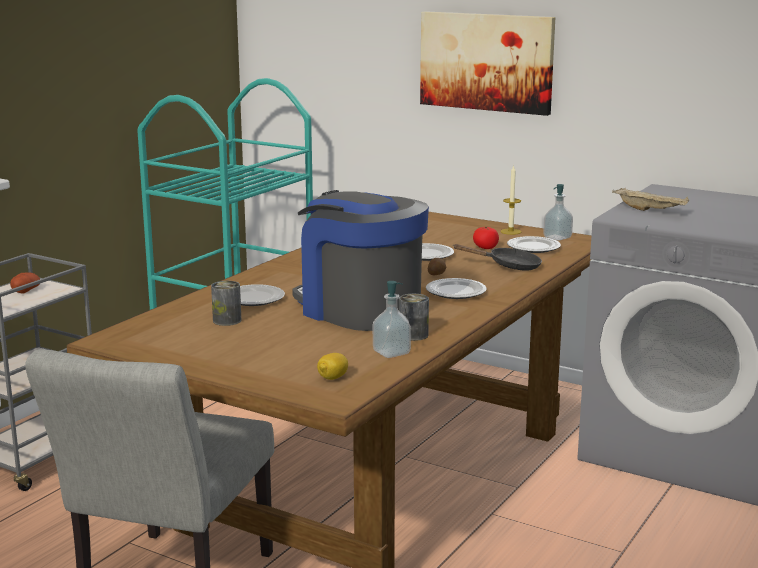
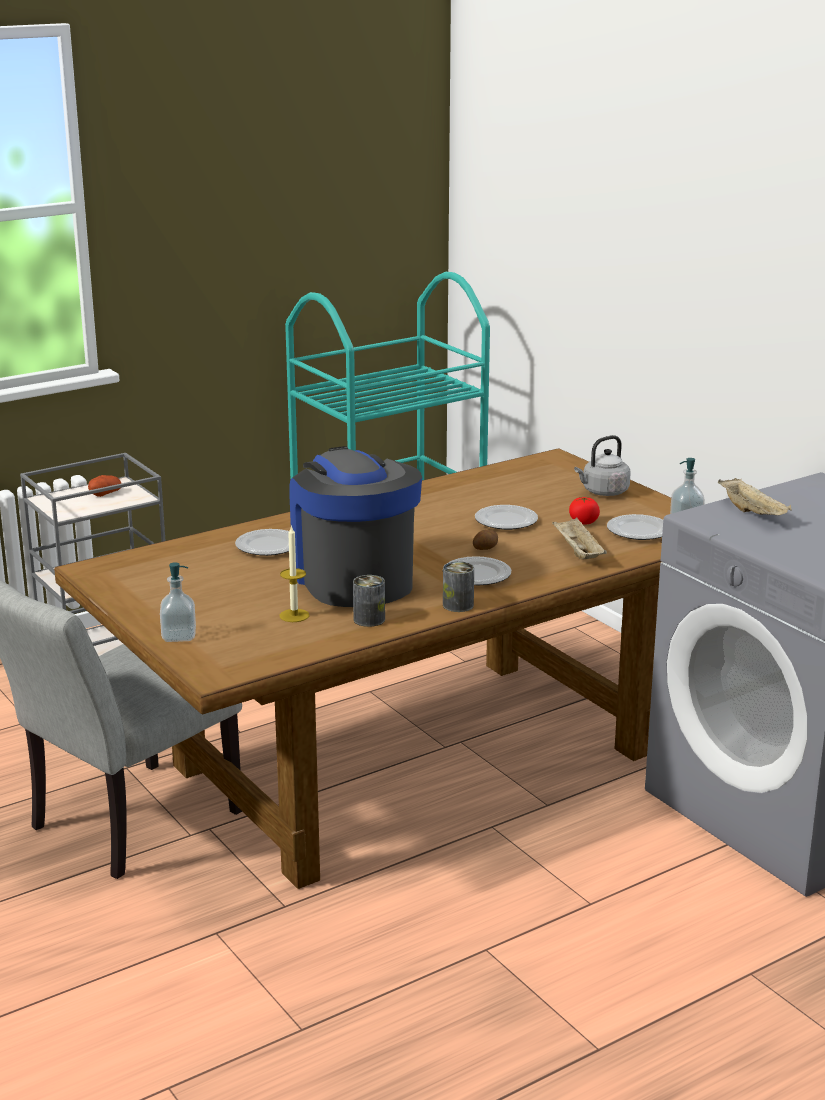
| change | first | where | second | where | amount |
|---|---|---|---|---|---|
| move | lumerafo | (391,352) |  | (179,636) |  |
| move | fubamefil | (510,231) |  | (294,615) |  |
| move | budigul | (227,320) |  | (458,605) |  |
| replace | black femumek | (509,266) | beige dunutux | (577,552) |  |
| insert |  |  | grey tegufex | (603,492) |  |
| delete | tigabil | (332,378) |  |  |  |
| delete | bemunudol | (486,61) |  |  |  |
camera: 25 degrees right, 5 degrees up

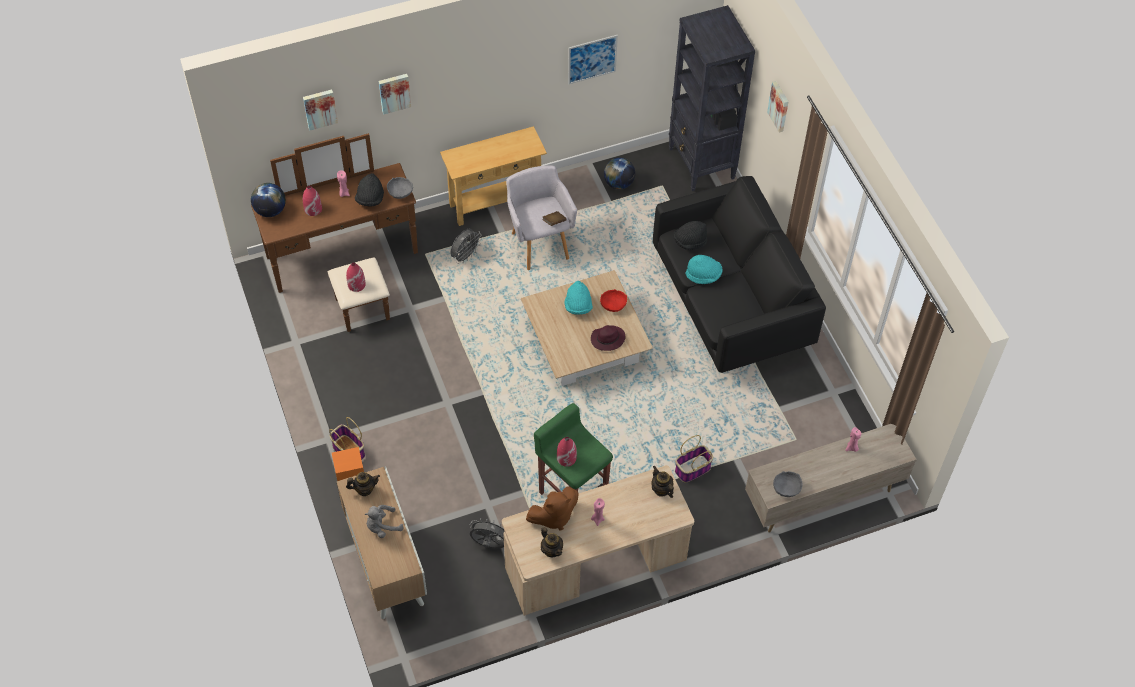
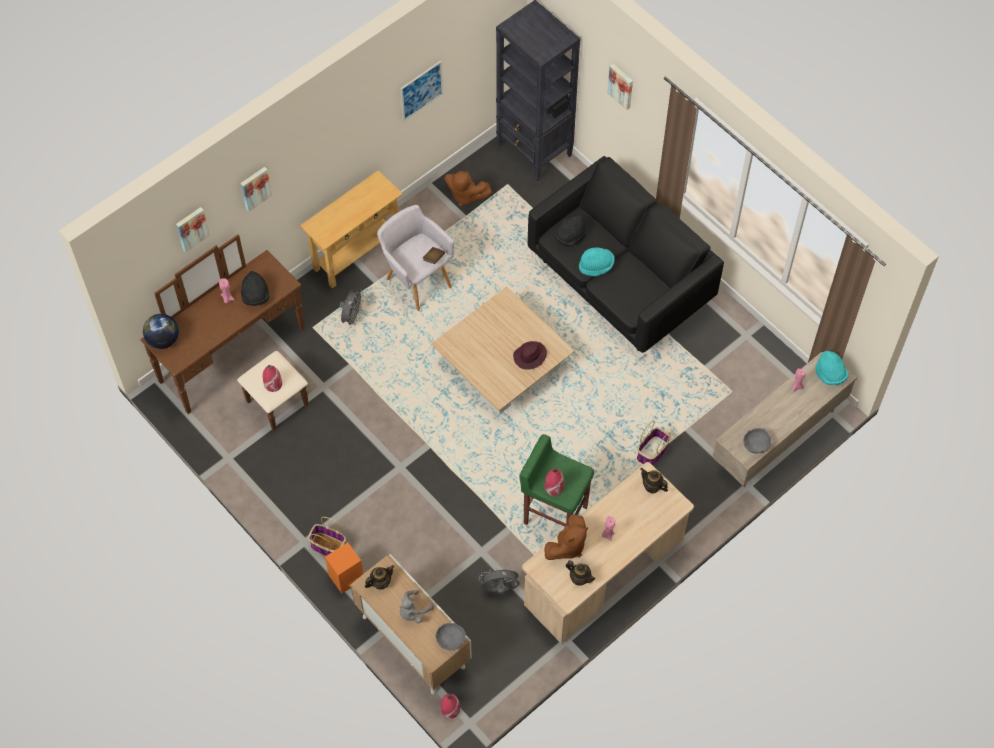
| change | first | where | second | where | amount |
|---|---|---|---|---|---|
| move | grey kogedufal | (400,192) |  | (450,639) |  |
| move | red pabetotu | (313,209) |  | (450,709) |  |
| replace | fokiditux | (618,183) | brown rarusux | (465,195) |  |
| move | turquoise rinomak | (578,306) |  | (830,374) |  |
| delete | red kogedufal | (613,305) |  |  |  |
camera: 20 degrees left, 5 degrees up

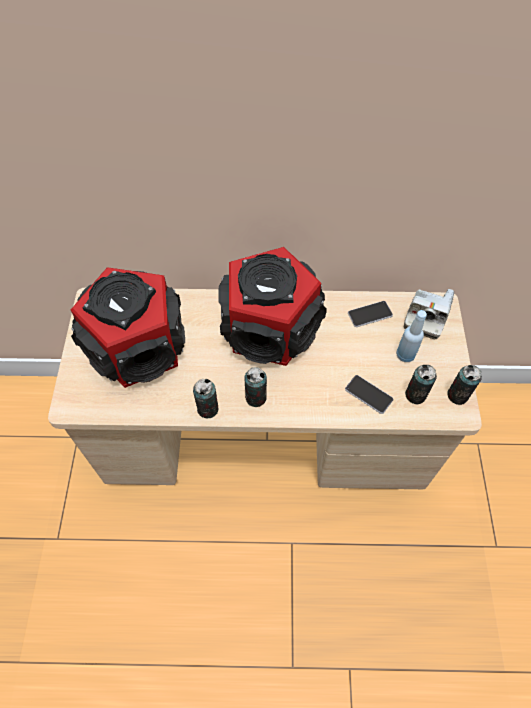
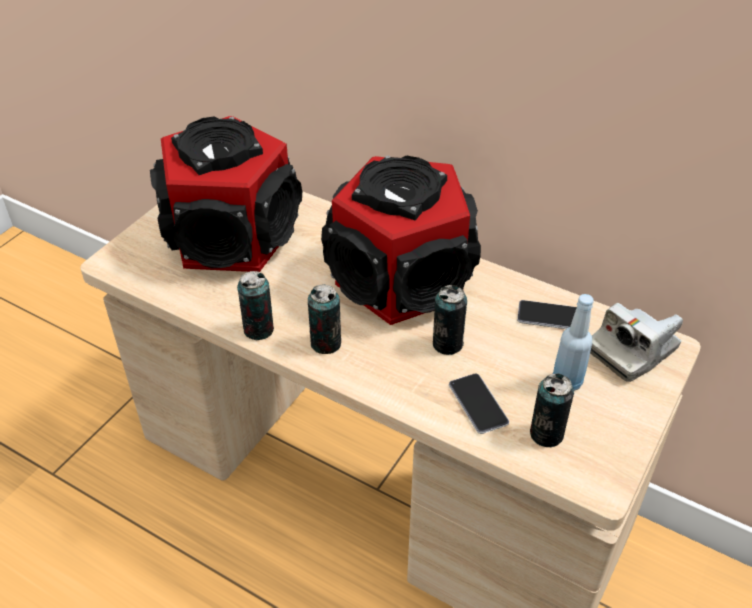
| change | first | where | second | where | amount |
|---|---|---|---|---|---|
| move | budigul | (457,395) |  | (447,344) |  |
camera: 30 degrees right, 15 degrees down

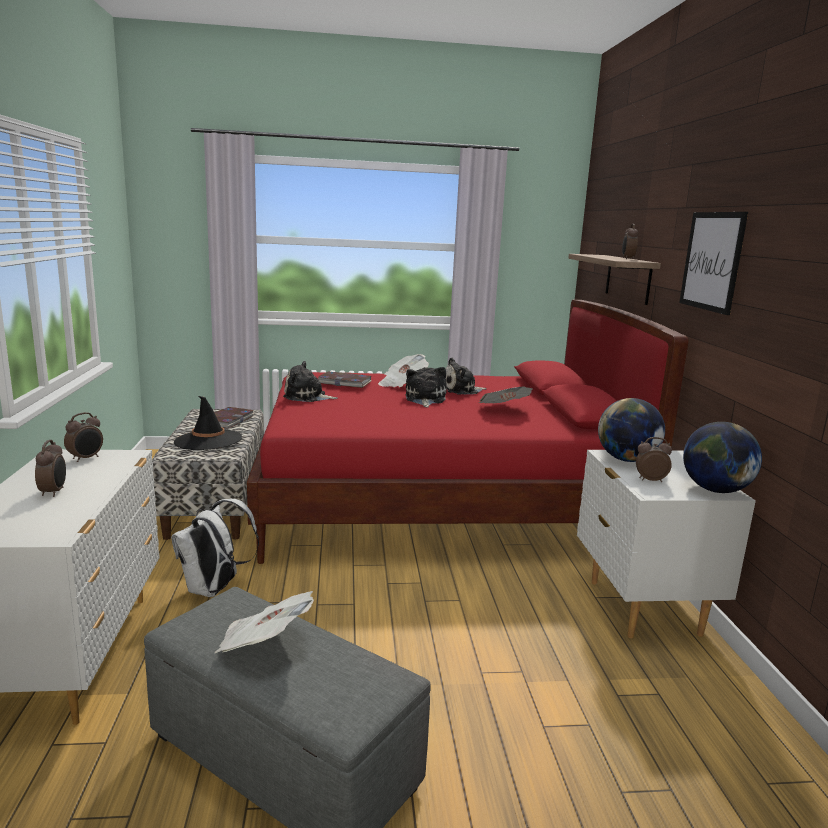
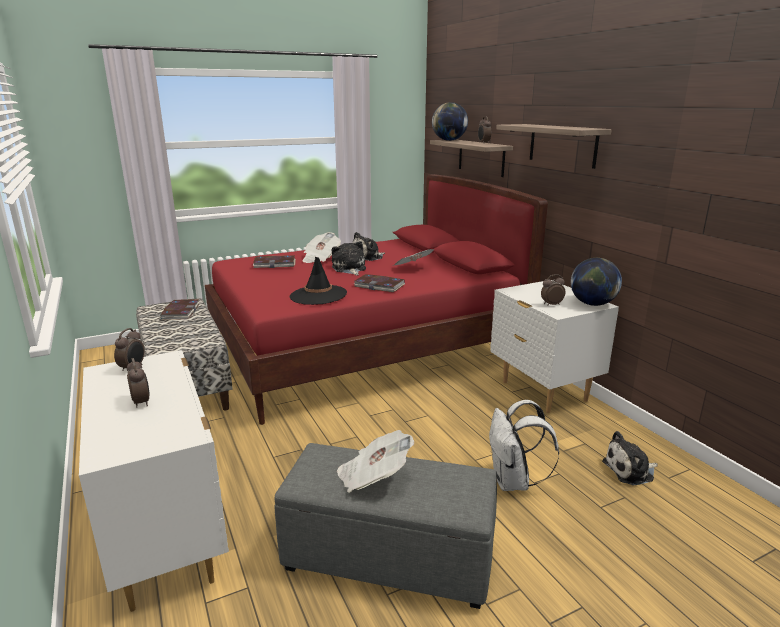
| change | first | where | second | where | amount |
|---|---|---|---|---|---|
| move | black rinomak | (208,440) |  | (318,295) |  |
| insert |  |  | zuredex | (379,285) |  |
| move | fokiditux | (627,459) |  | (449,140) |  |
| move | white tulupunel | (214,589) |  | (513,482) |  |
| replace | bemunudol | (712,261) | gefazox | (562,145) |  |
| move | rarusux | (307,397) |  | (630,471) |  |
camera: 20 degrees left, 5 degrees up

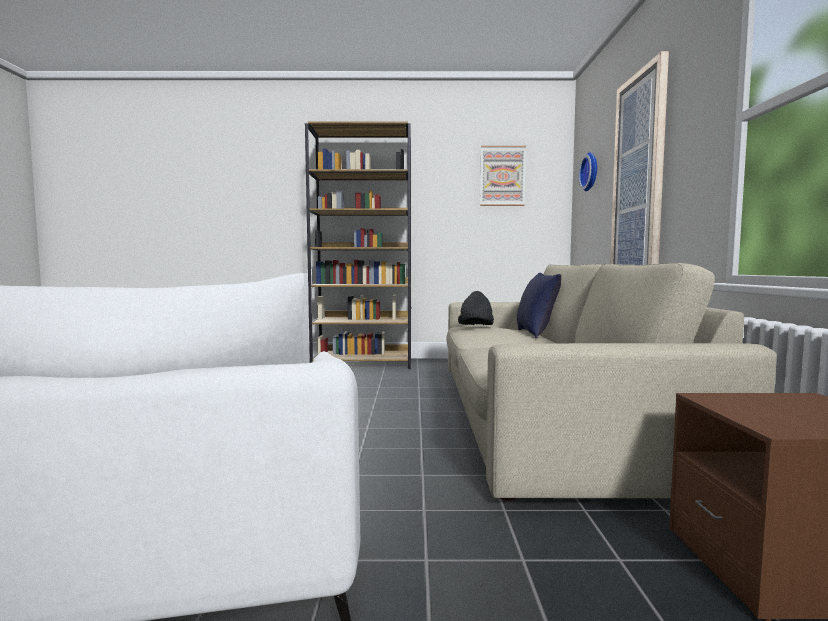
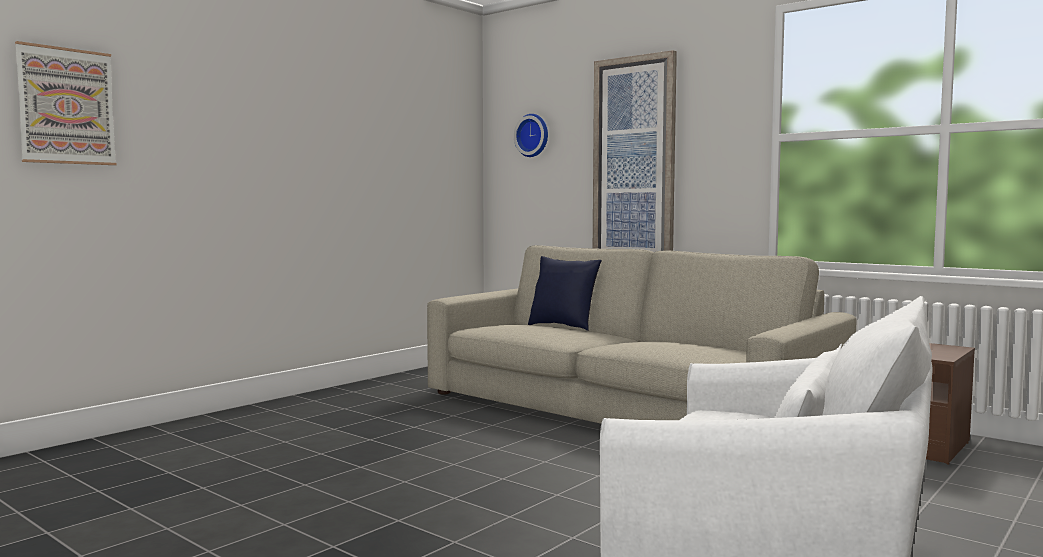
| change | first | where | second | where | amount |
|---|---|---|---|---|---|
| move | bemunudol | (502,176) |  | (66,106) |  |
| delete | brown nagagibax | (363,363) |  |  |  |
| delete | black rinomak | (476,327) |  |  |  |
camera: 50 degrees left, 0 degrees up

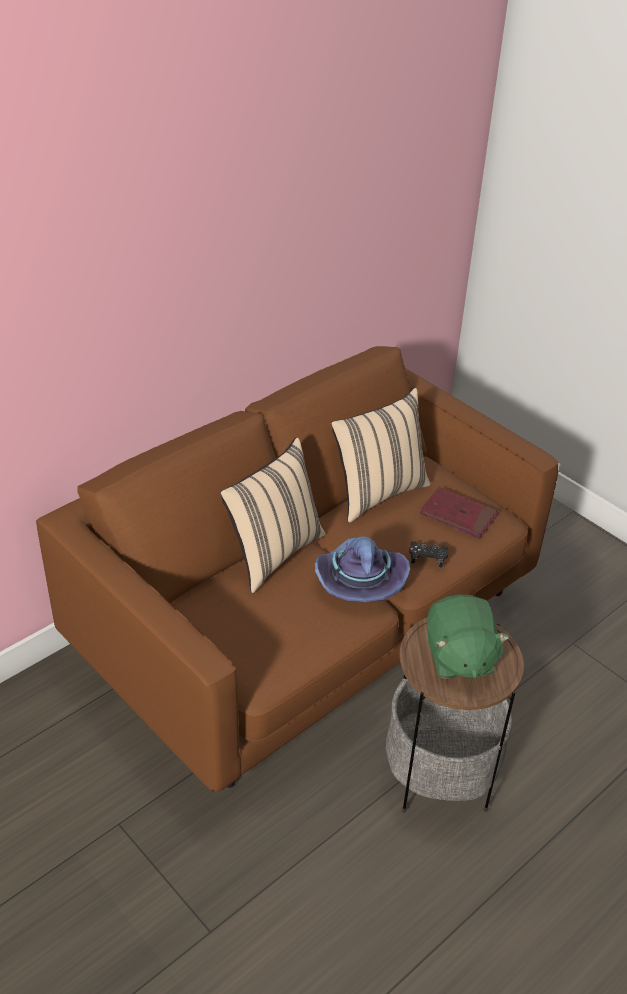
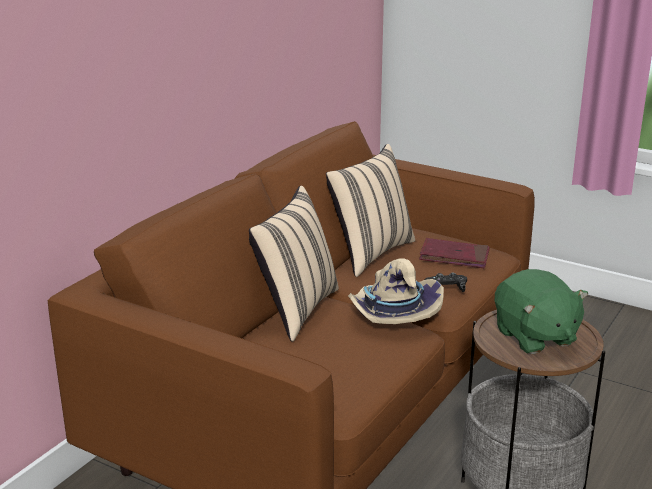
| change | first | where | second | where | amount |
|---|---|---|---|---|---|
| recolor | purple rinomak | (359,580) | beige rinomak | (391,315) |  |
camera: 15 degrees left, 15 degrees down

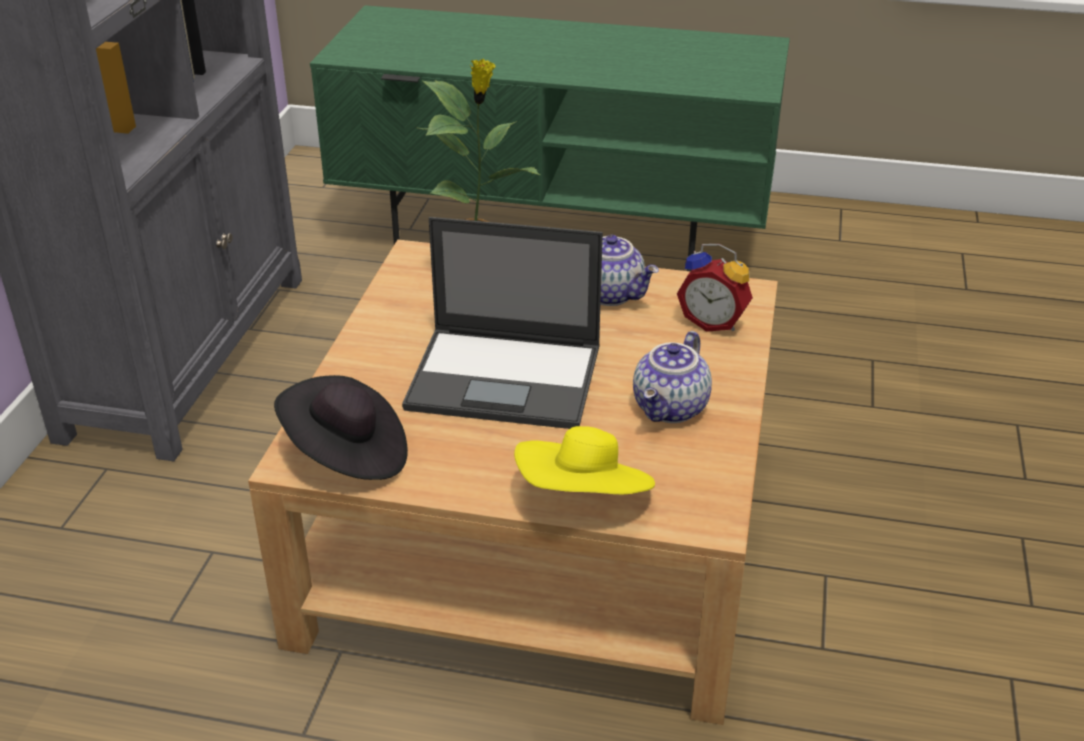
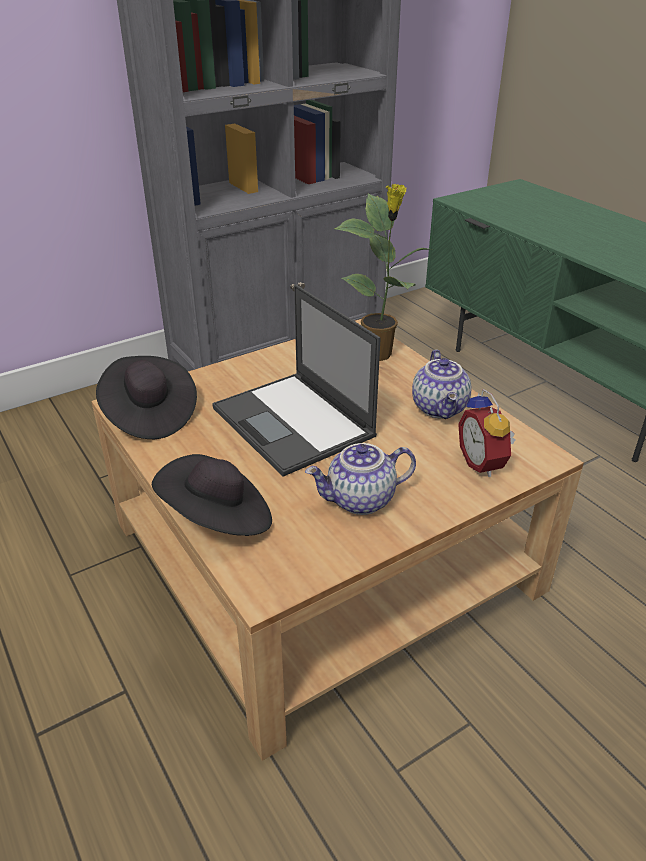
| change | first | where | second | where | amount |
|---|---|---|---|---|---|
| recolor | yellow rinomak | (584,498) | black rinomak | (218,519) |  |
camera: 45 degrees right, 0 degrees up

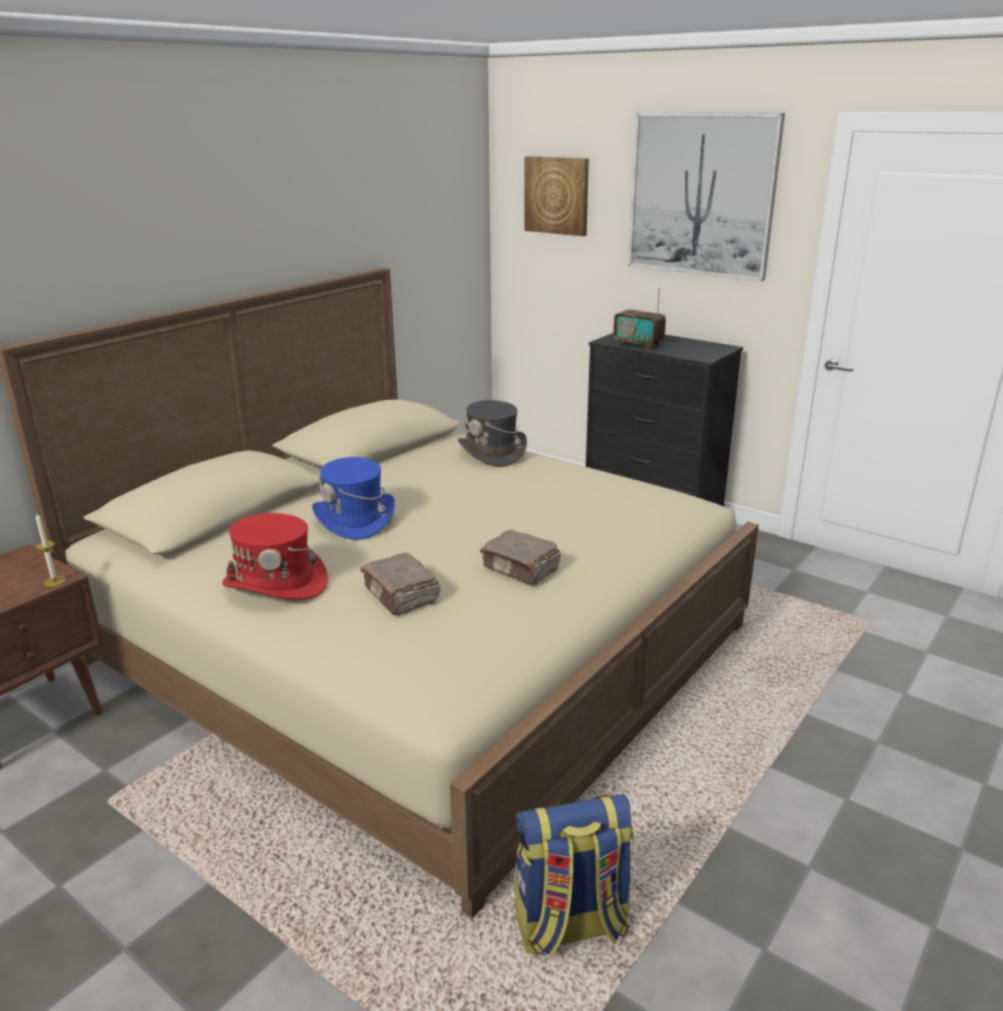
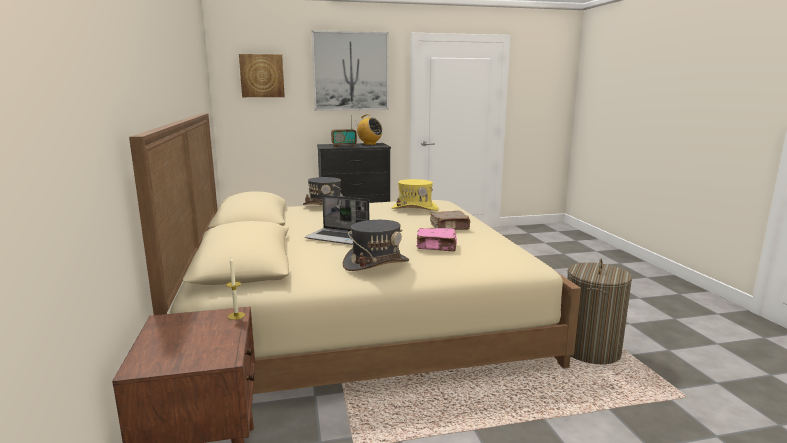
| change | first | where | second | where | amount |
|---|---|---|---|---|---|
| replace | blue rinomak | (355,519) | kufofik | (338,237) |  |
| recolor | red rinomak | (276,583) | grey rinomak | (376,263) |  |
| insert |  |  | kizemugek | (369,144) |  |
| insert |  |  | yellow rinomak | (415,209) |  |
| recolor | brown zuredex | (401,596) | pink zuredex | (437,247) |  |
| replace | tulupunel | (570,925) | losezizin | (590,350) |  |
camera: 50 degrees left, 10 degrees down

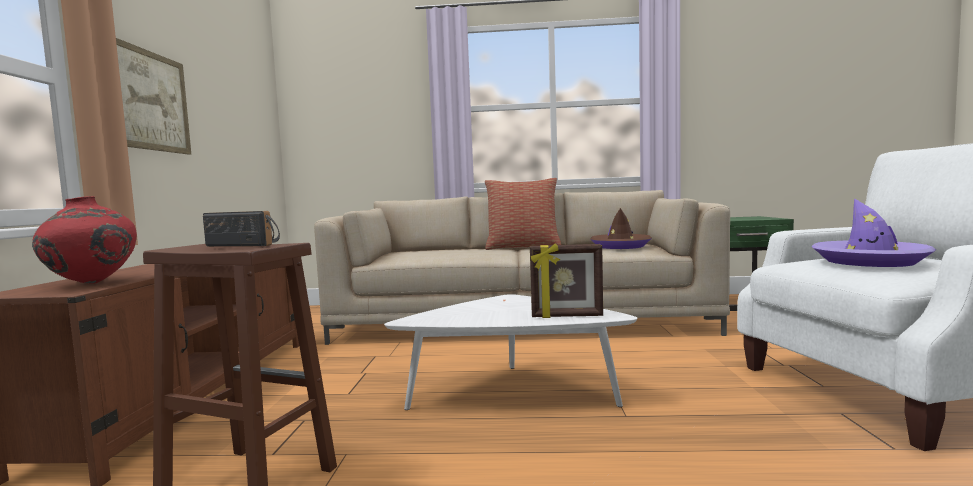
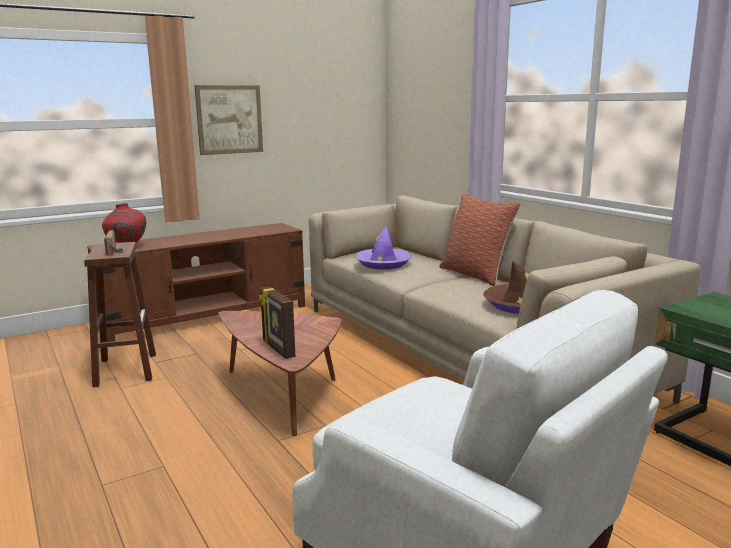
| change | first | where | second | where | amount |
|---|---|---|---|---|---|
| recolor | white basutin | (512,393) | brown basutin | (284,393) |  |
| move | purple rinomak | (869,261) |  | (383,264) |  |
camera: 55 degrees right, 10 degrees up

